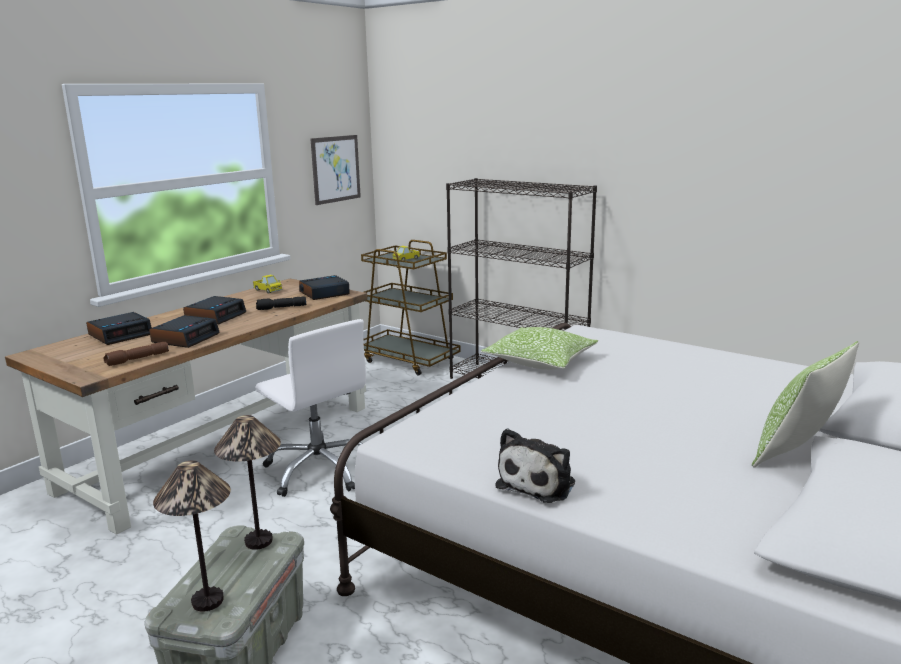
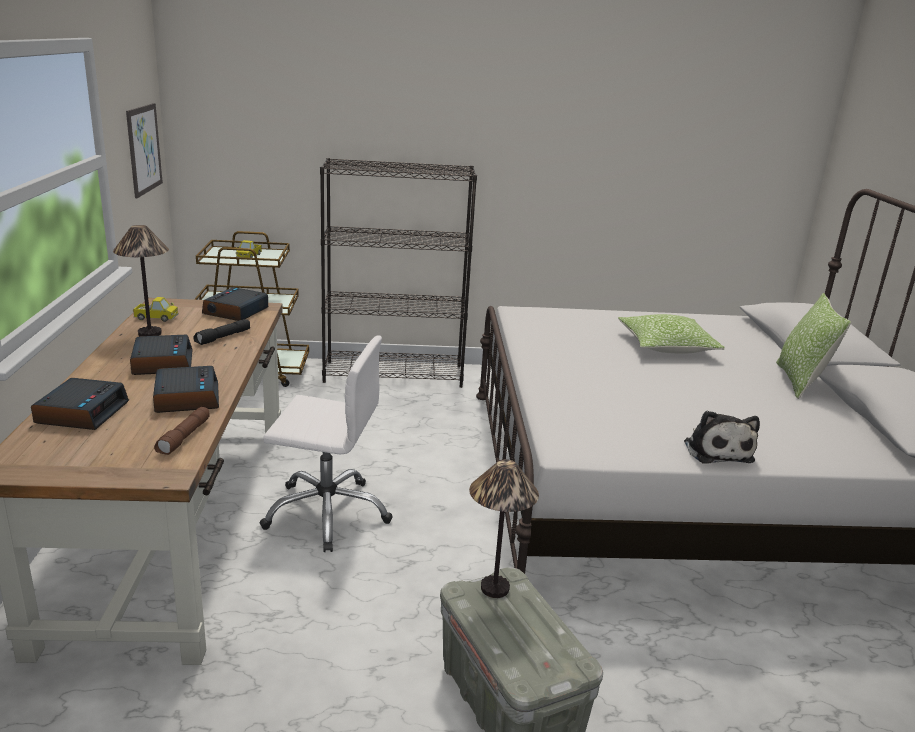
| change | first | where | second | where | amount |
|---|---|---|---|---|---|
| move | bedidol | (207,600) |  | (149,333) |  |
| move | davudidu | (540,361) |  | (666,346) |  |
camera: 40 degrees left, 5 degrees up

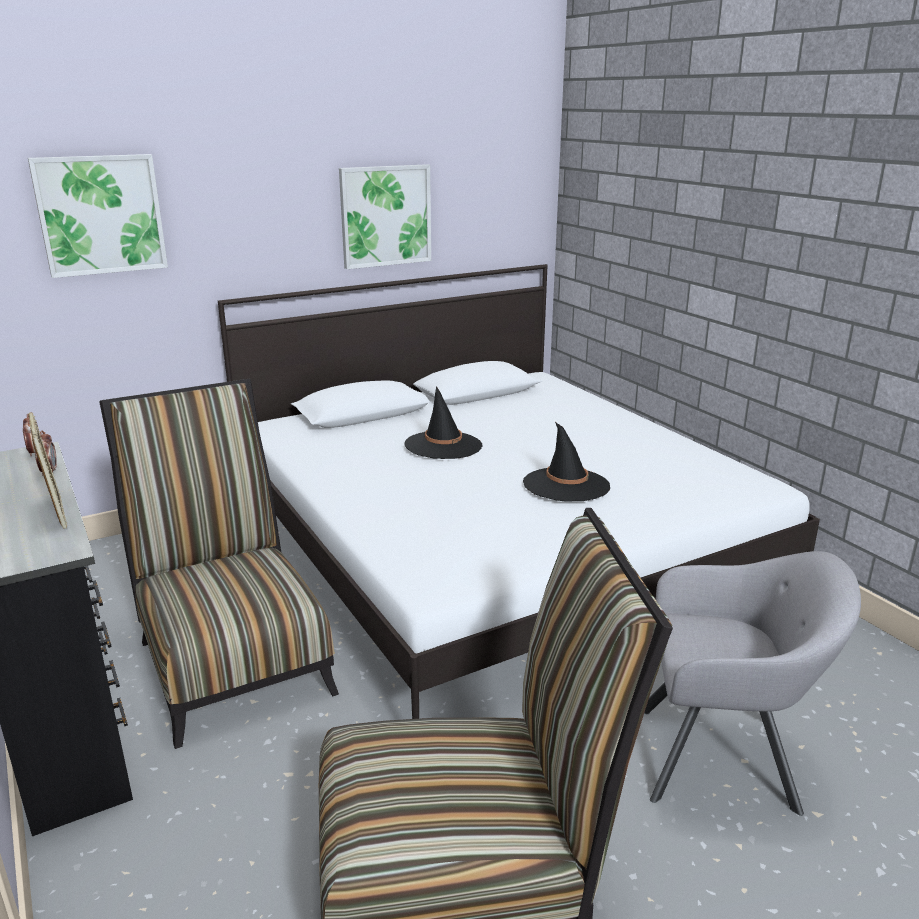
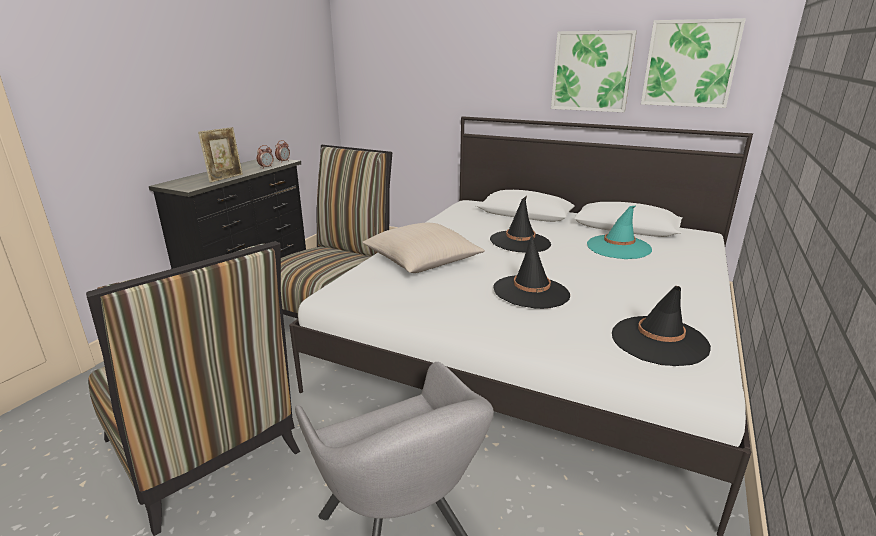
| change | first | where | second | where | amount |
|---|---|---|---|---|---|
| insert |  |  | beige davudidu | (422,262) |  |
| insert |  |  | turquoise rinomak | (618,247) |  |
| insert |  |  | black rinomak | (659,341) |  |
| move | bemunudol | (101,215) |  | (690,64) |  |
camera: 55 degrees right, 0 degrees up

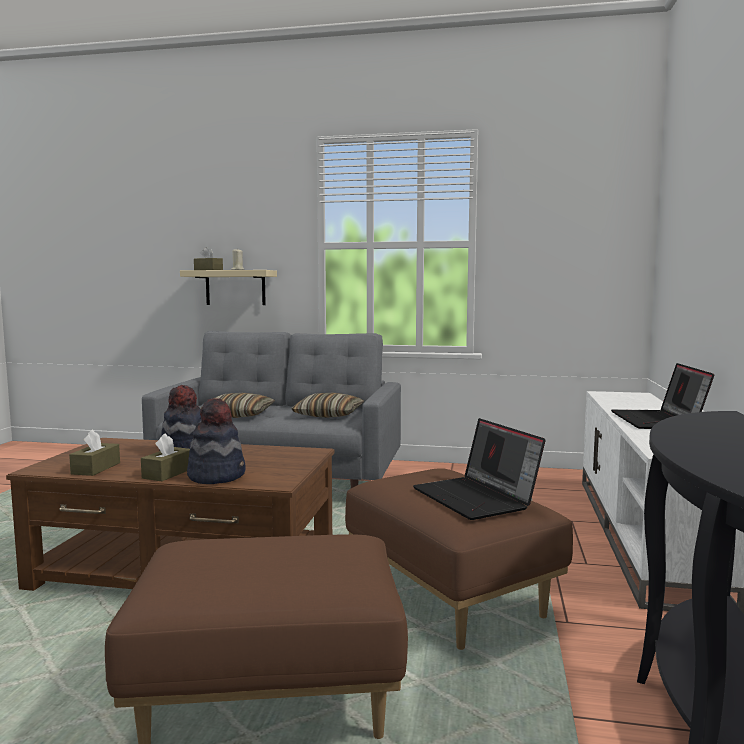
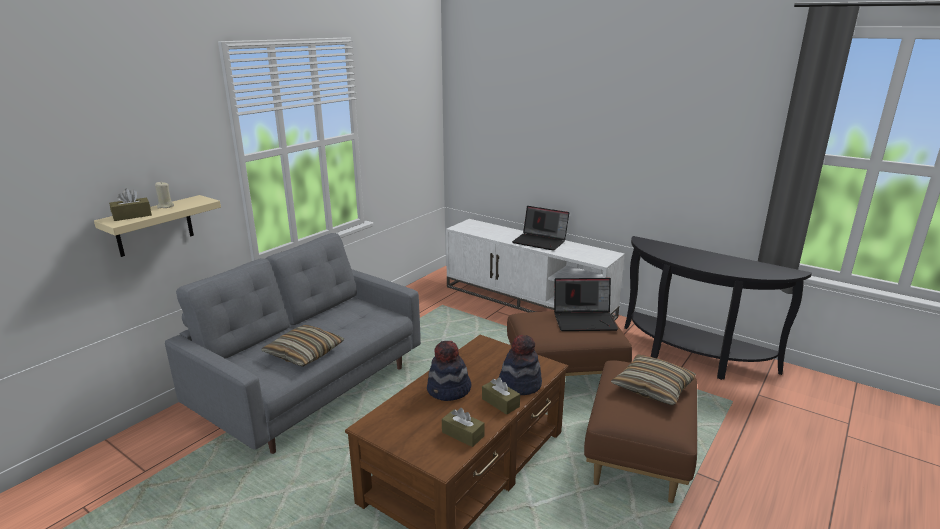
| change | first | where | second | where | amount |
|---|---|---|---|---|---|
| move | davudidu | (328,415) |  | (653,388) |  |
camera: 65 degrees left, 15 degrees up

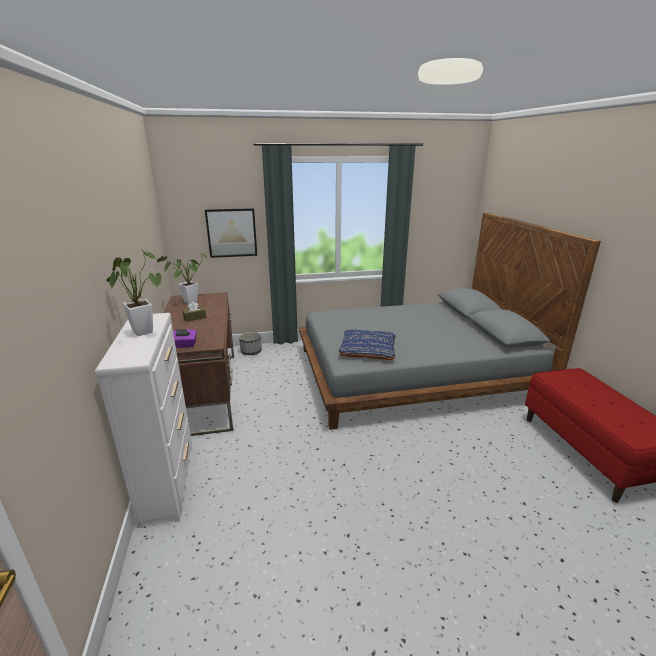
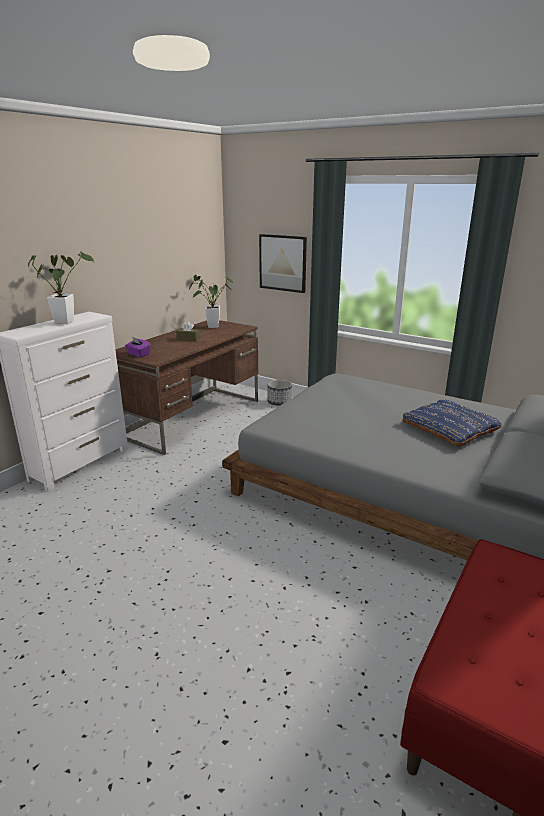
| change | first | where | second | where | amount |
|---|---|---|---|---|---|
| move | blue davudidu | (368,349) |  | (450,428) |  |
camera: 45 degrees right, 0 degrees up

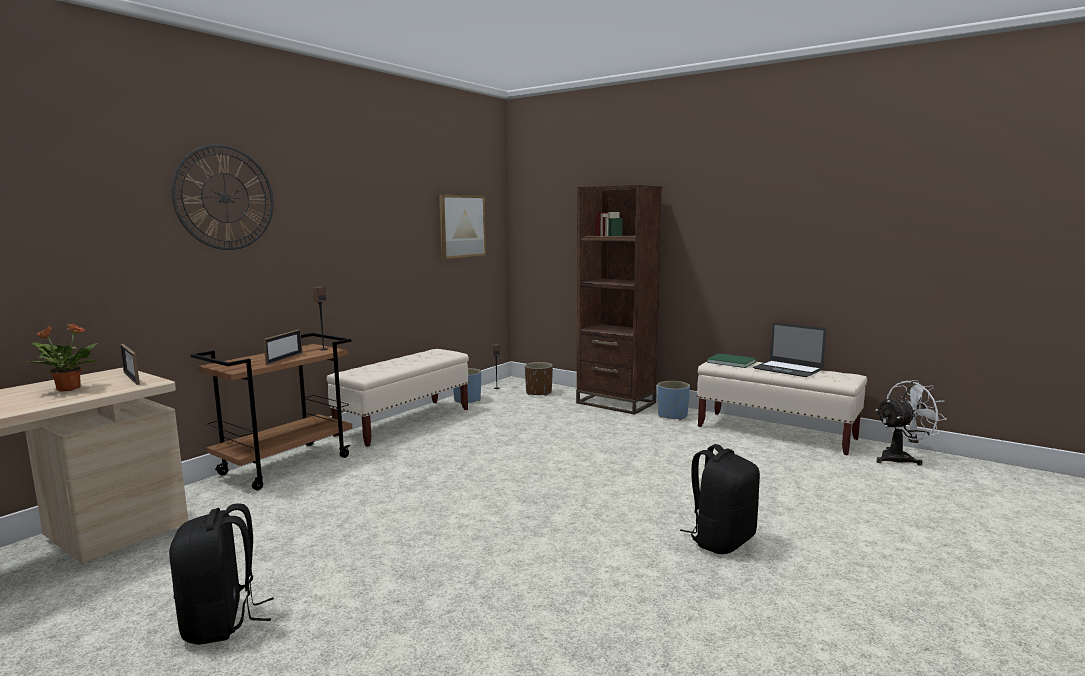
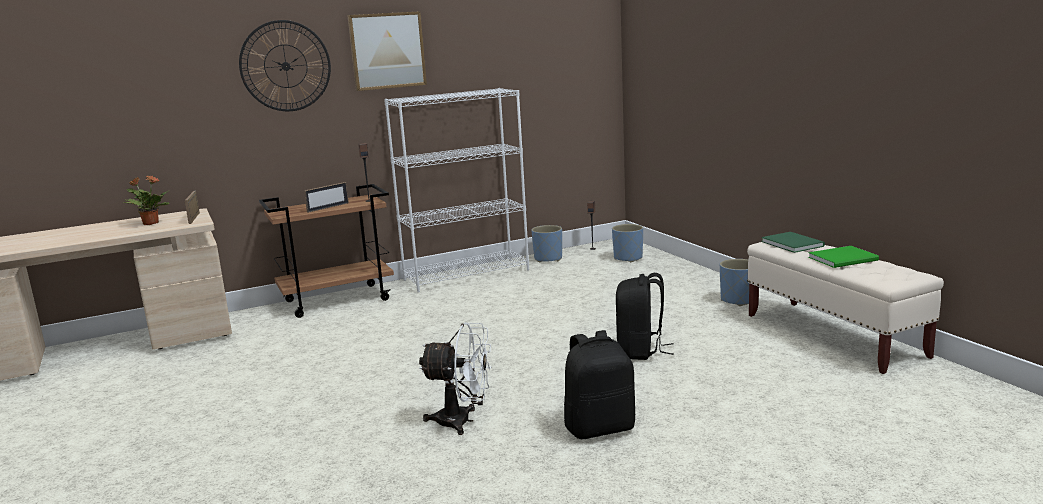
| change | first | where | second | where | amount |
|---|---|---|---|---|---|
| move | bemunudol | (461,226) |  | (387,51) |  |
| replace | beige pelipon | (405,422) | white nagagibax | (467,274) |  |
| move | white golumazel | (901,458) |  | (462,421) |  |
| recolor | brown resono | (539,393) | blue resono | (628,258) |  |
| move | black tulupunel | (222,622) |  | (641,351) |  |
| replace | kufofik | (787,369) | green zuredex | (845,259) |  |
| delete | brown nagagibax | (615,403) |  |  |  |
camera: 30 degrees right, 5 degrees up

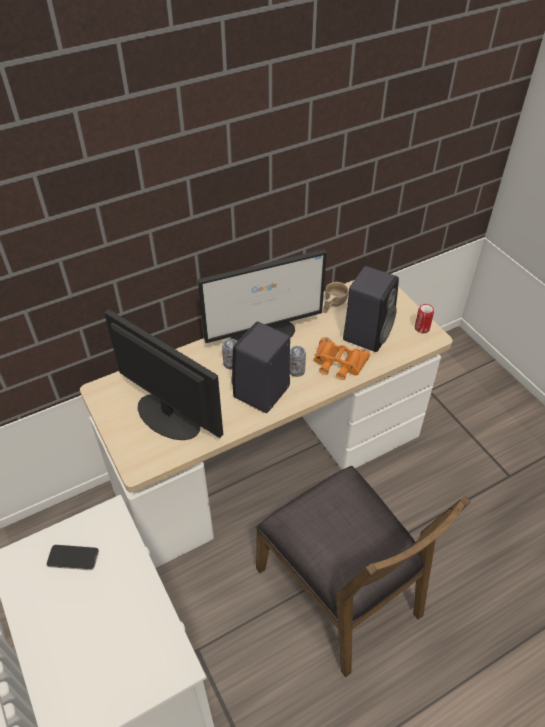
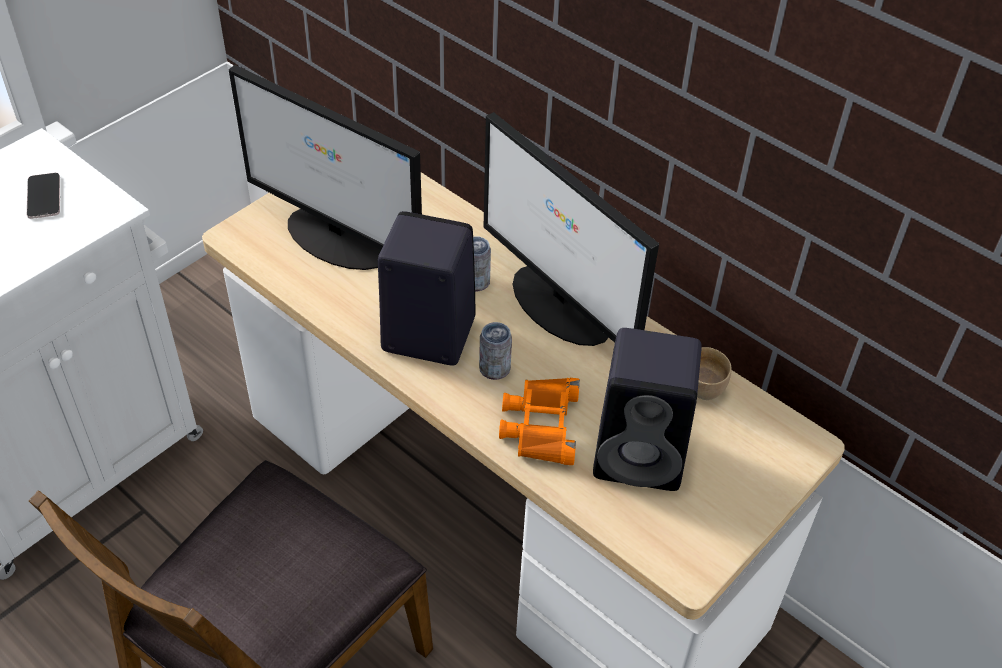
| change | first | where | second | where | amount |
|---|---|---|---|---|---|
| rotate | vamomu | (168,415) |  | (340,239) | 105 degrees clockwise |
| delete | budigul | (422,328) |  |  |  |
camera: 70 degrees right, 0 degrees up

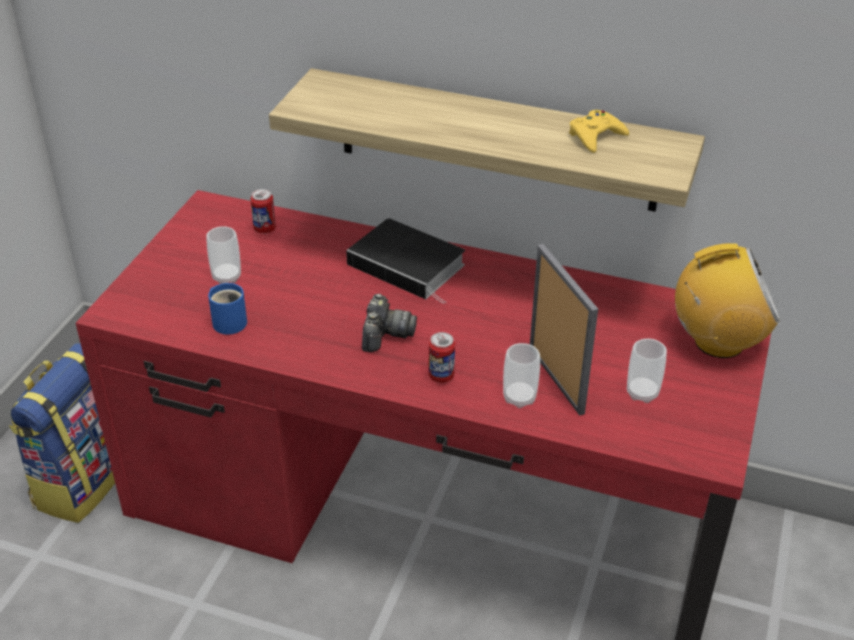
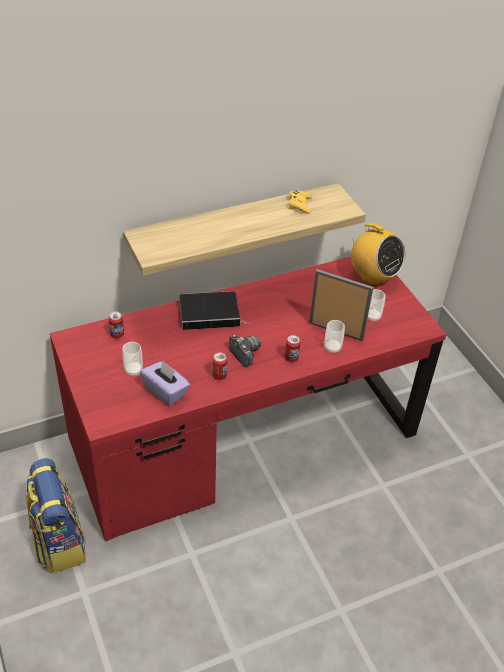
| change | first | where | second | where | amount |
|---|---|---|---|---|---|
| replace | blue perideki | (229,321) | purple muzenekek | (166,391) |  |
| insert |  |  | budigul | (219,376) |  |
| rotate | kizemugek | (718,342) |  | (373,277) | 90 degrees clockwise |
camera: 45 degrees left, 5 degrees up

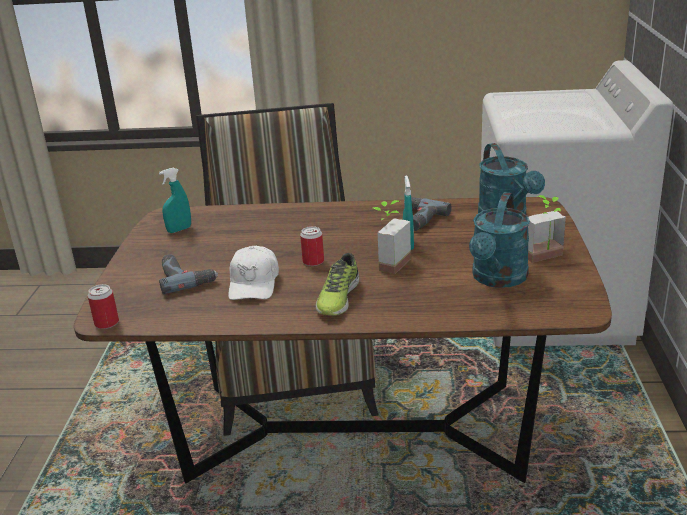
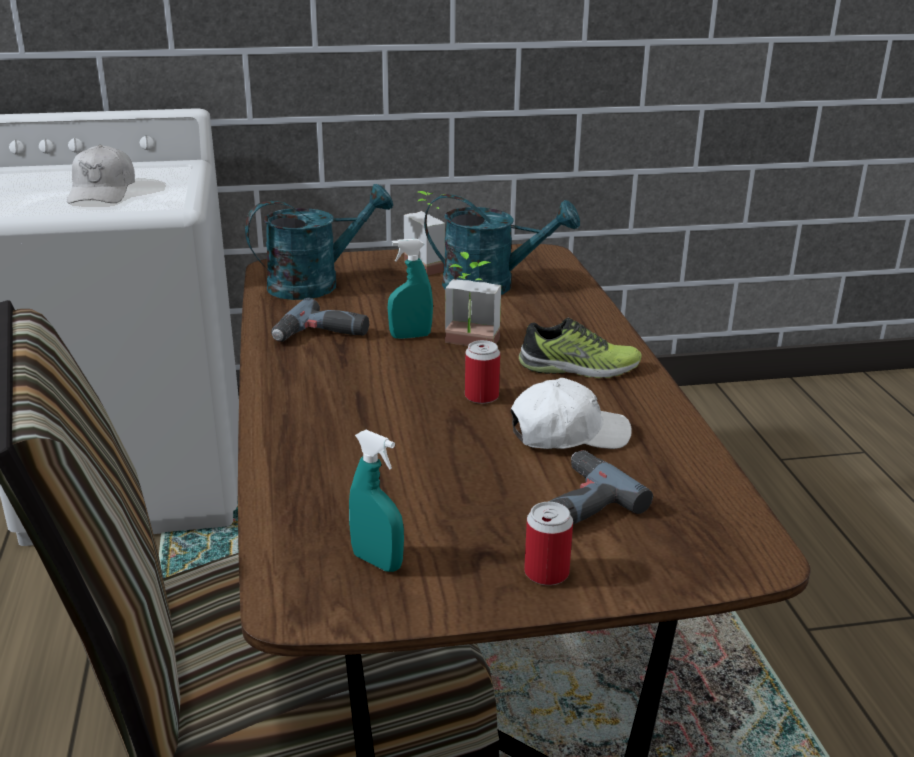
| change | first | where | second | where | amount |
|---|---|---|---|---|---|
| insert |  |  | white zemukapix | (103,192) |  |
| move | budigul | (107,323) |  | (546,573) |  |
camera: 105 degrees left, 0 degrees up

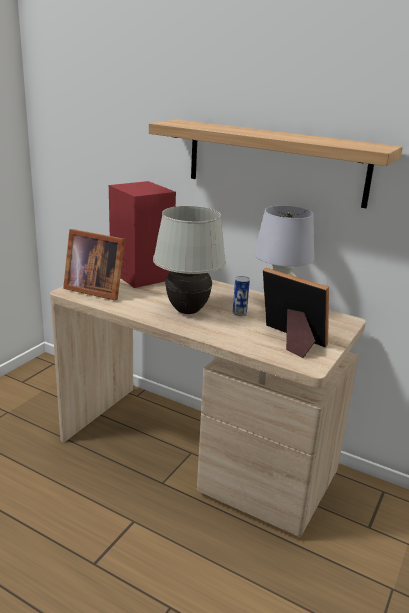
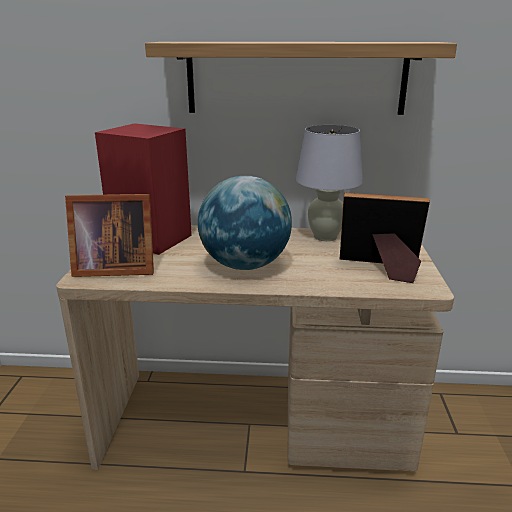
| change | first | where | second | where | amount |
|---|---|---|---|---|---|
| replace | white bedidol | (187,311) | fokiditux | (245,265) |  |
| delete | budigul | (239,313) |  |  |  |
camera: 25 degrees left, 0 degrees up

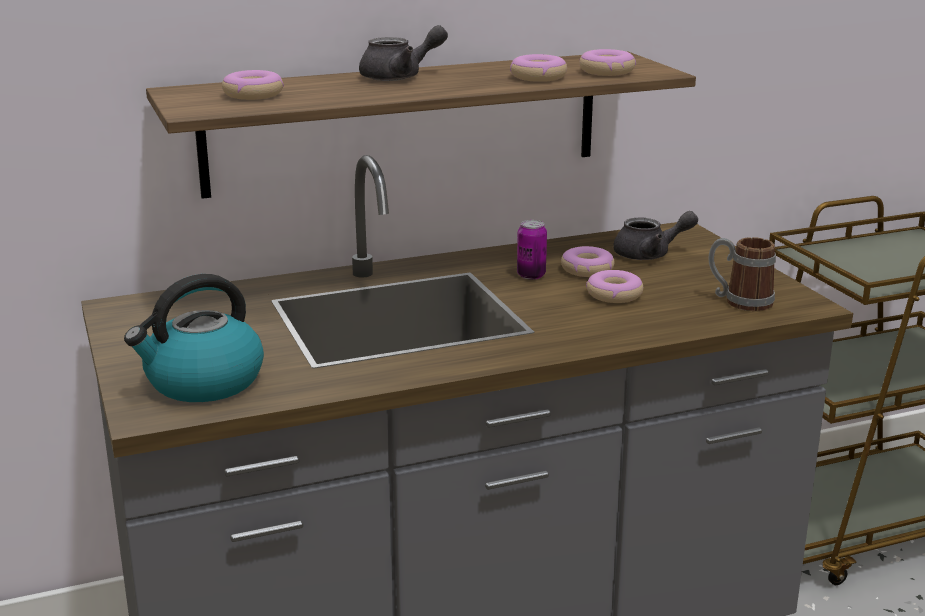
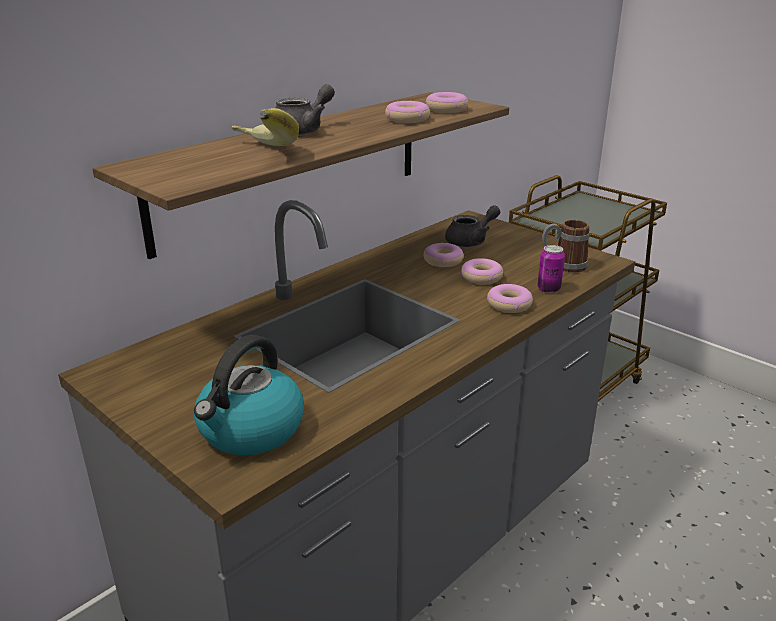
| change | first | where | second | where | amount |
|---|---|---|---|---|---|
| insert |  |  | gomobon | (260,152) |  |
| move | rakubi | (253,94) |  | (509,305) |  |
| move | budigul | (531,275) |  | (548,289) |  |
camera: 25 degrees left, 5 degrees up

